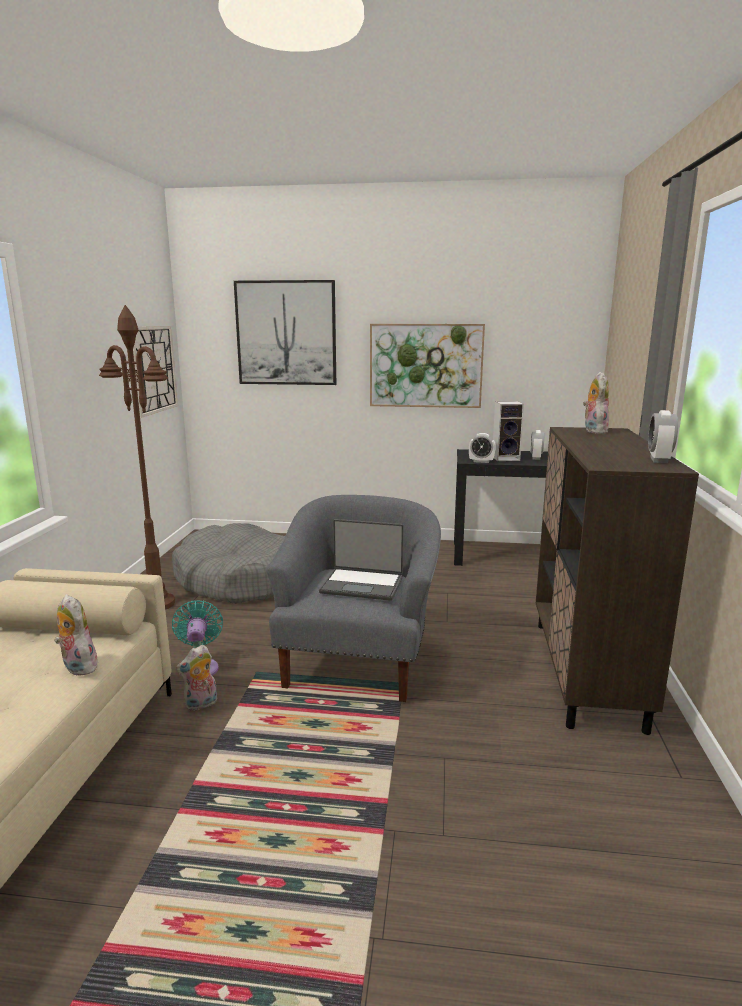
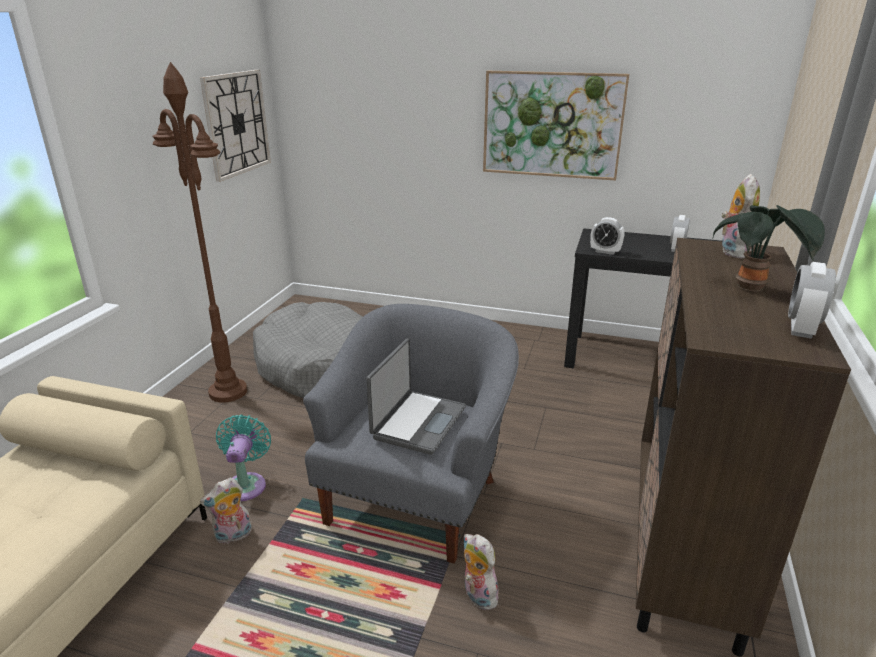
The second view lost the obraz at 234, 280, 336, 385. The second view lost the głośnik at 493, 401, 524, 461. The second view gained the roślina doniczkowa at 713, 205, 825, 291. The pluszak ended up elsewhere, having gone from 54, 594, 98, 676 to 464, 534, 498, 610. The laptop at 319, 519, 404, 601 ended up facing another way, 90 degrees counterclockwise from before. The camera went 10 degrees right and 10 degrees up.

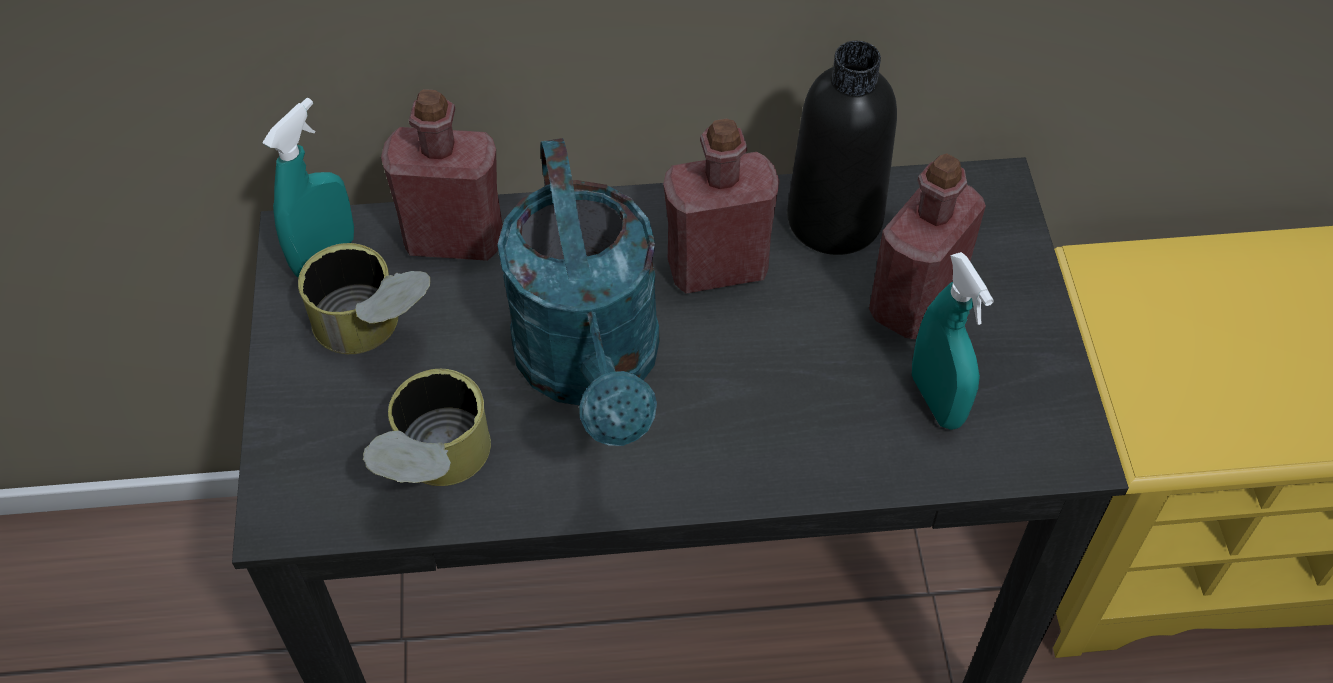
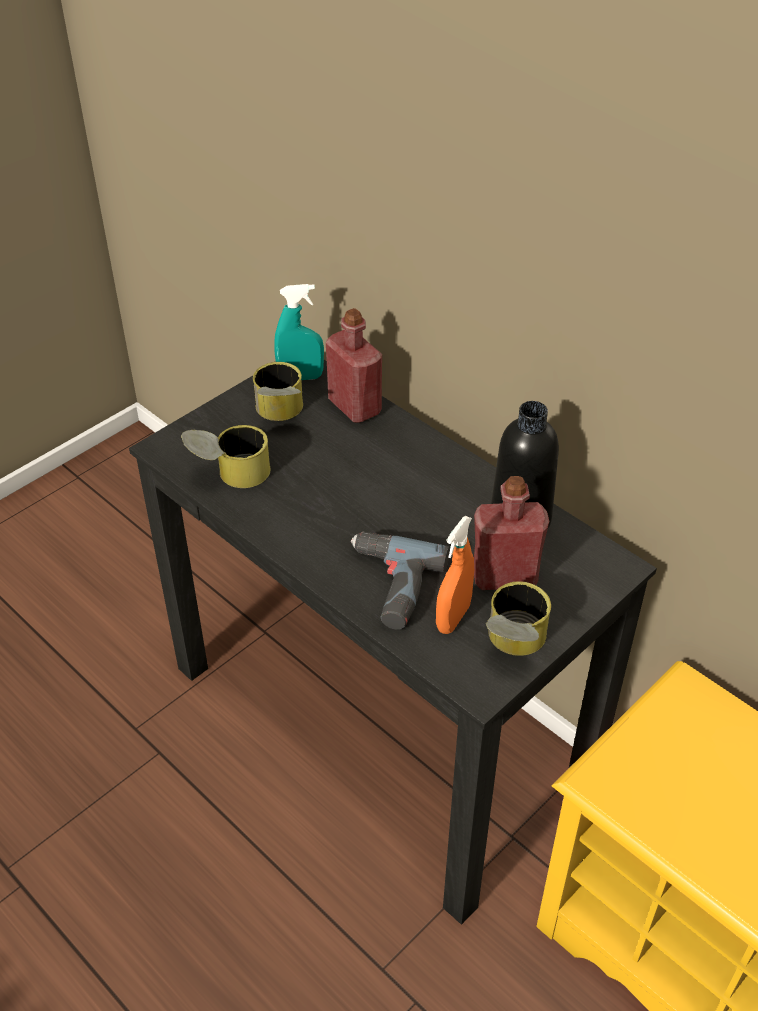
The second view lost the konewka [turkusowy] at 497, 138, 659, 446. The second view lost the butelka [czerwony] at 663, 119, 780, 294. The second view gained the wiertarka at 351, 531, 450, 629. The second view gained the puszka at 486, 581, 551, 656. What was the spryskiwacz [turkusowy] at 912, 252, 994, 430 turned into the spryskiwacz [pomarańczowy] at 436, 516, 474, 634. The camera went 50 degrees right and 10 degrees down.

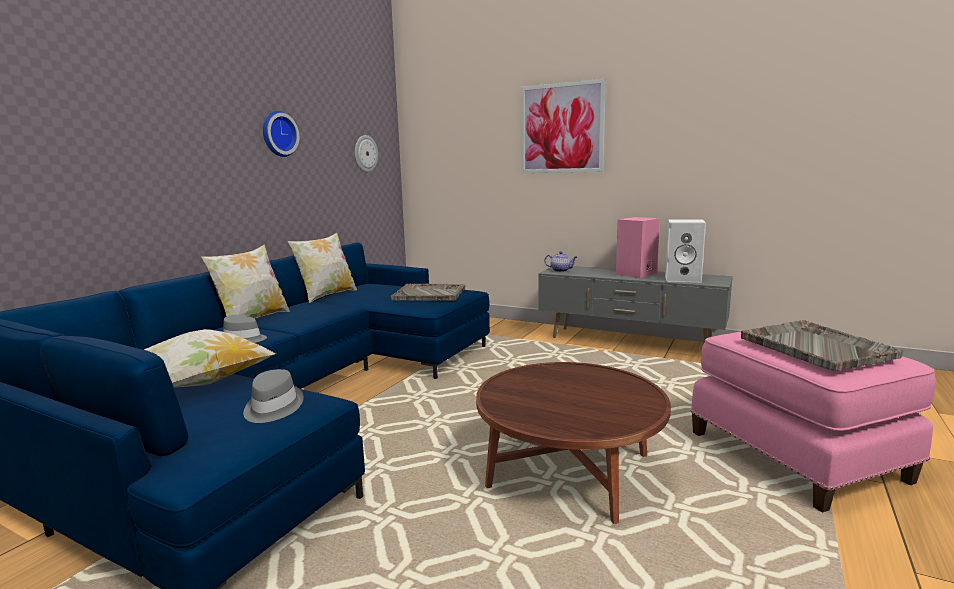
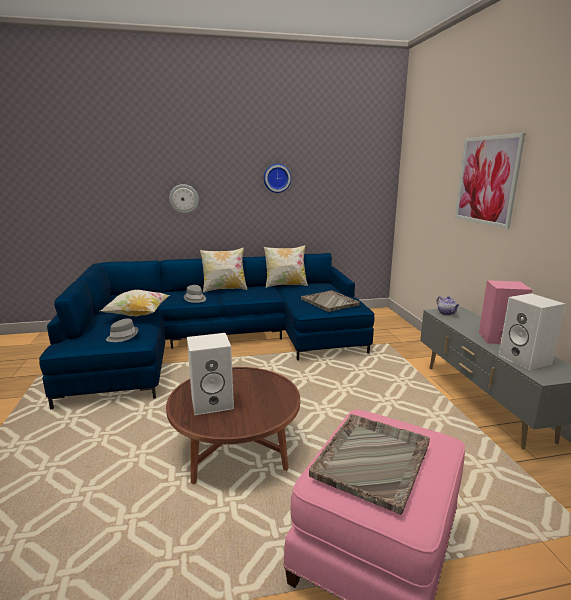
The second view gained the głośnik [biały] at 187, 333, 234, 415. The zegar ścienny ended up elsewhere, having gone from 355, 135, 378, 172 to 169, 184, 199, 214. The camera went 50 degrees right and 5 degrees up.

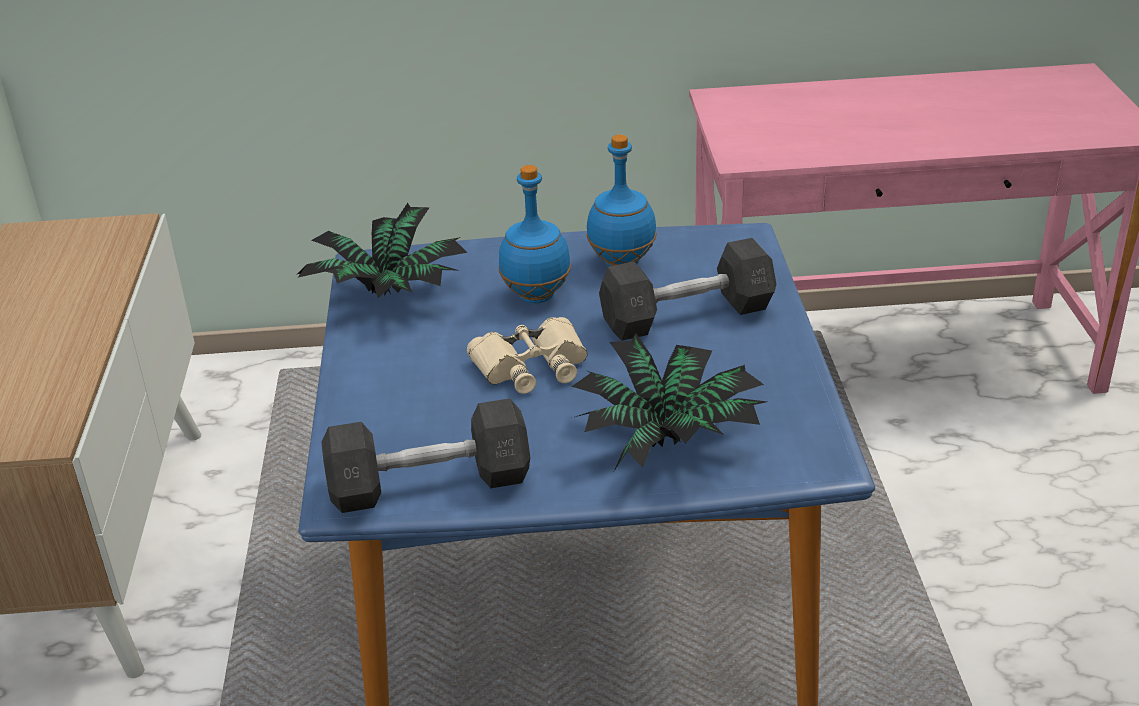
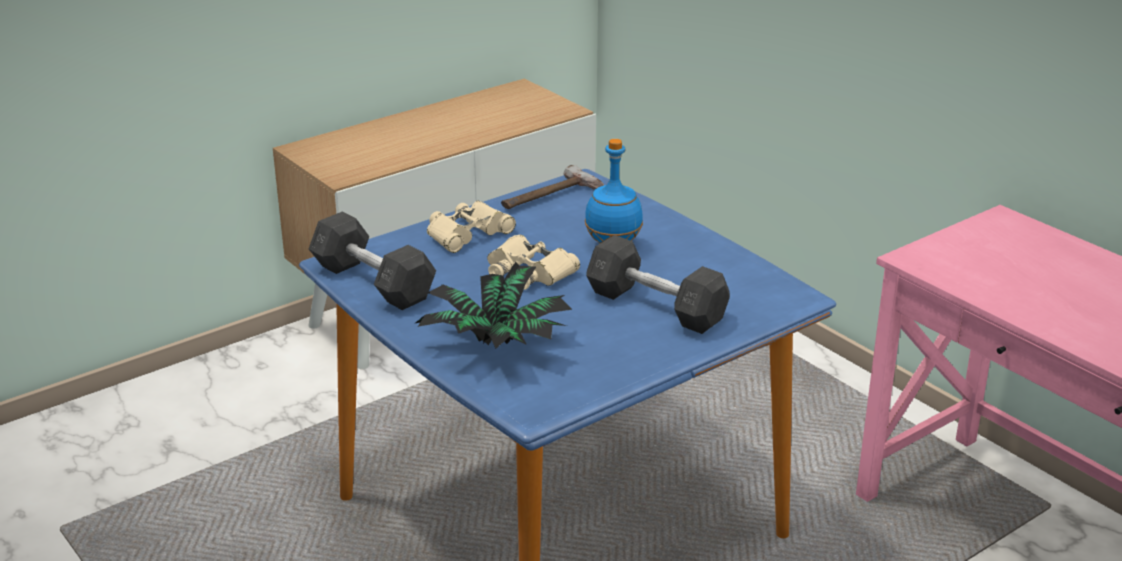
The second view lost the butelka [niebieski] at 586, 135, 657, 266. The second view gained the lornetka [beżowy] at 427, 201, 516, 253. Where the roślina doniczkowa stood at 298, 203, 467, 298, the młotek came to stand at 501, 165, 604, 209. The camera went 55 degrees right and 5 degrees down.

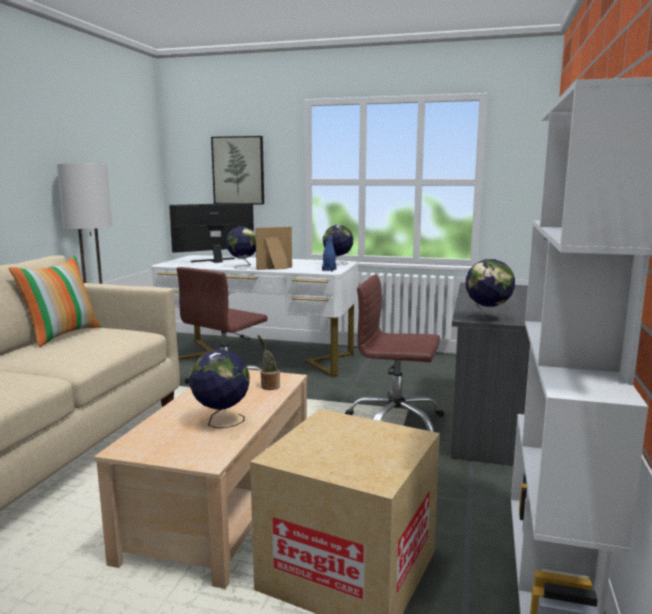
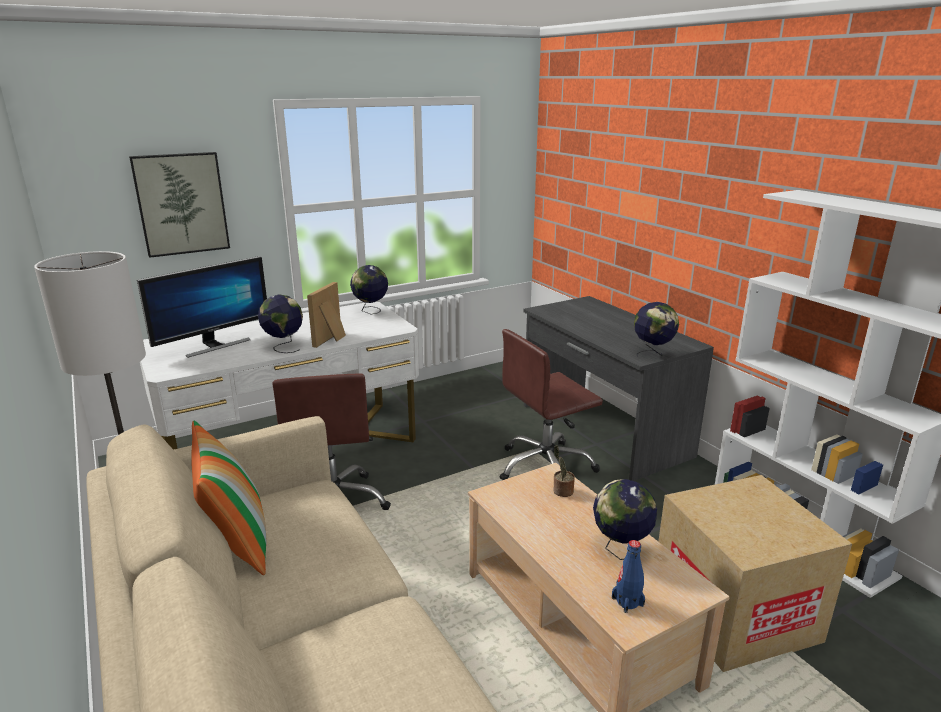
The butelka [niebieski] ended up elsewhere, having gone from 322, 235, 336, 271 to 612, 540, 645, 613. The monitor at 169, 203, 254, 263 ended up facing another way, 150 degrees counterclockwise from before. The camera went 45 degrees left and 10 degrees up.

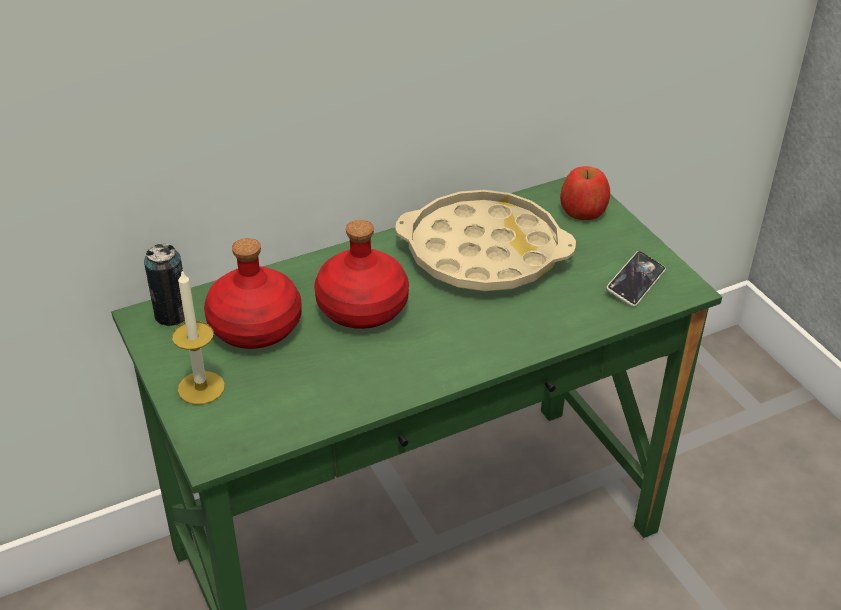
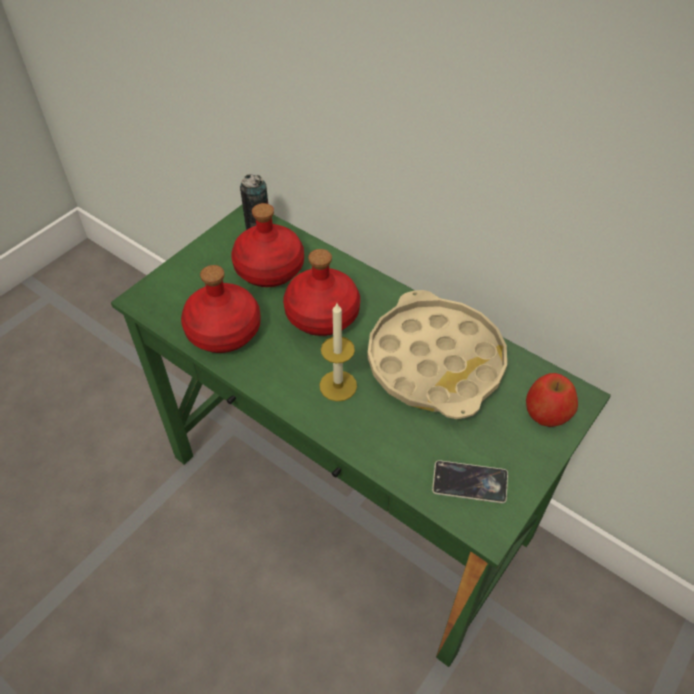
The second view gained the butelka [czerwony] at 181, 265, 261, 353. The świeca ended up elsewhere, having gone from 172, 271, 225, 405 to 319, 303, 357, 401. The camera went 65 degrees right and 10 degrees up.

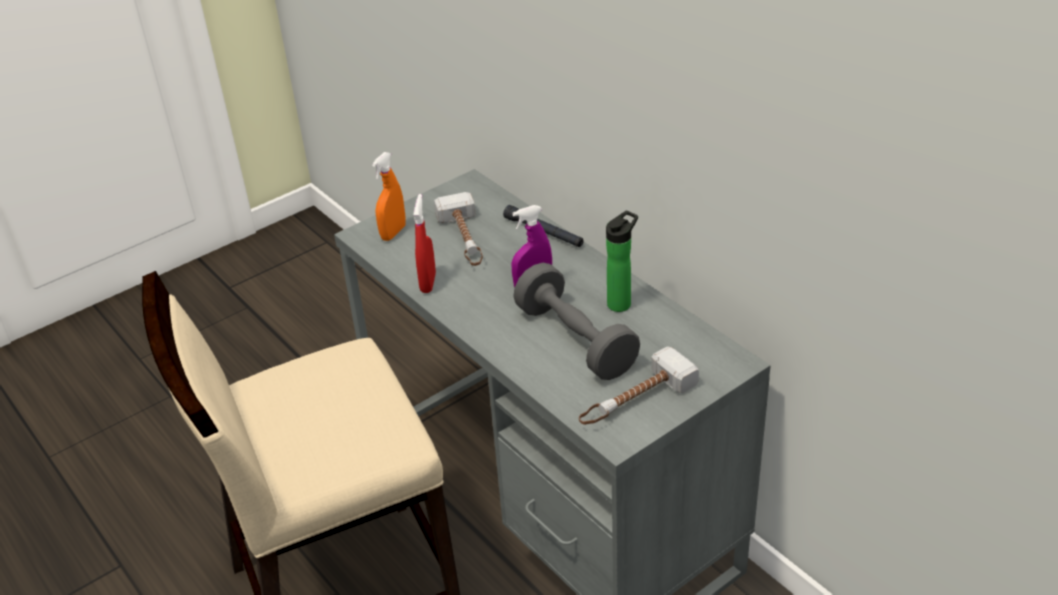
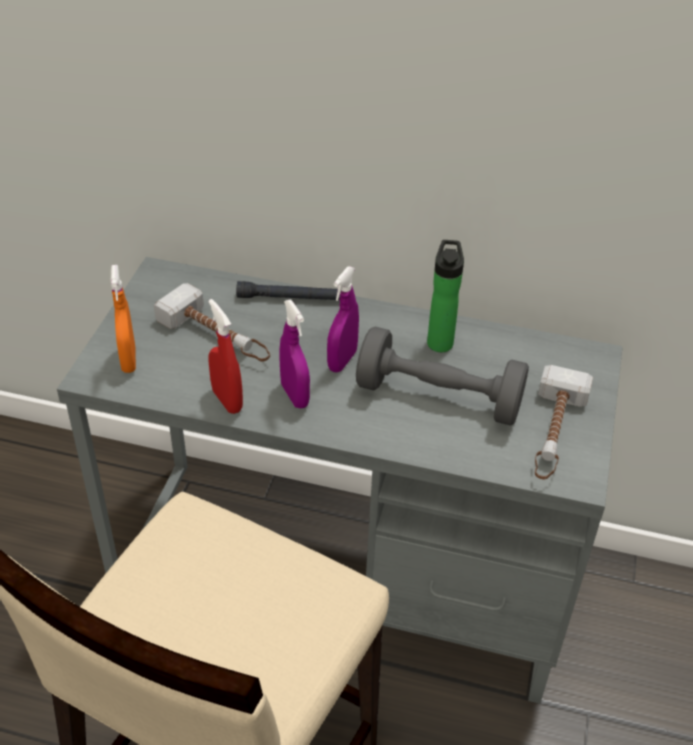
The second view gained the spryskiwacz [fioletowy] at 280, 300, 310, 408. The camera went 40 degrees left and 5 degrees up.

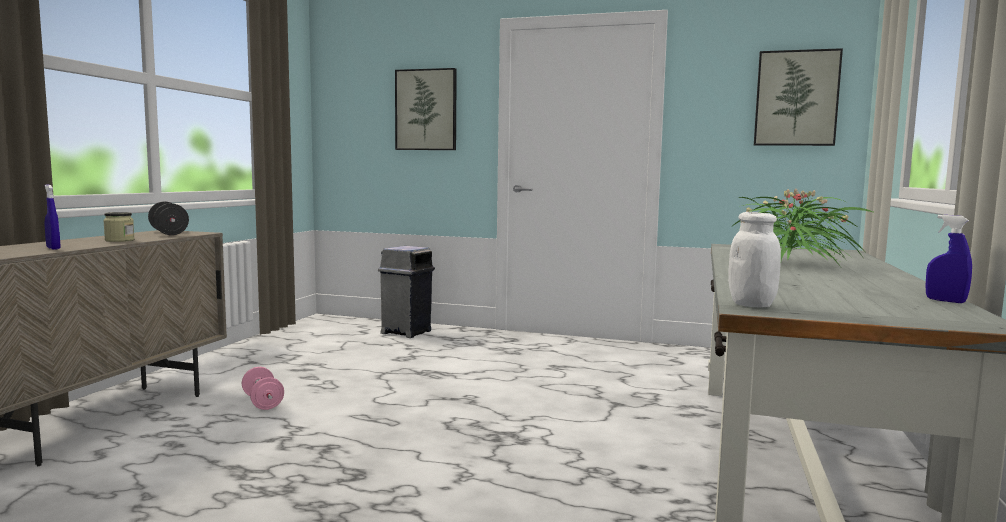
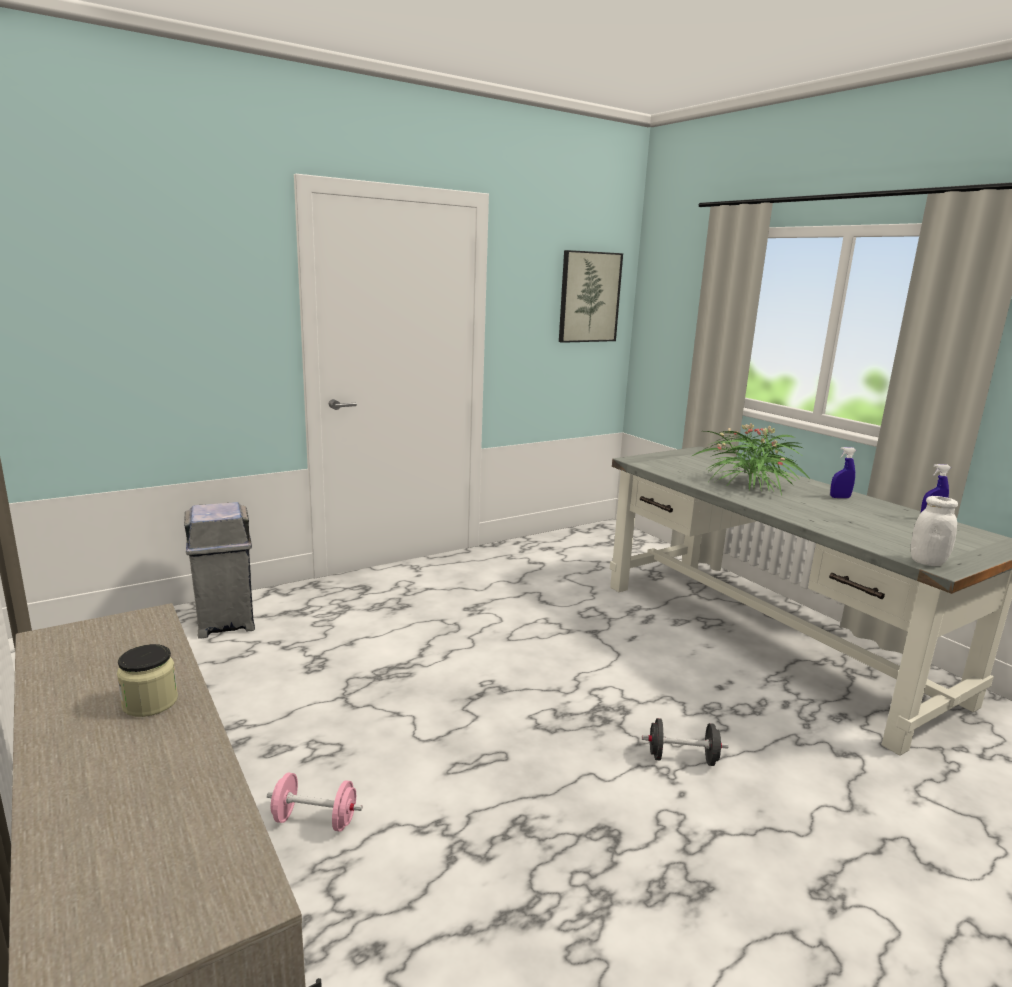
The second view lost the obraz at 395, 68, 457, 150. The spryskiwacz [niebieski] ended up elsewhere, having gone from 45, 184, 61, 250 to 830, 447, 857, 498. The hantel [czarny] ended up elsewhere, having gone from 148, 201, 189, 235 to 642, 718, 728, 766. The camera went 50 degrees left and 10 degrees up.

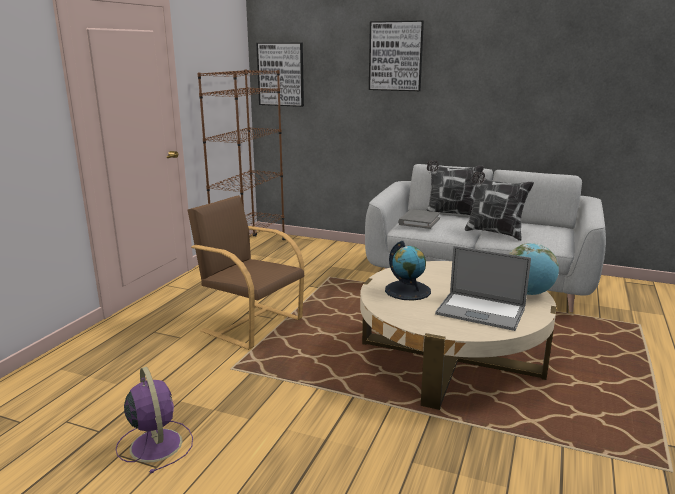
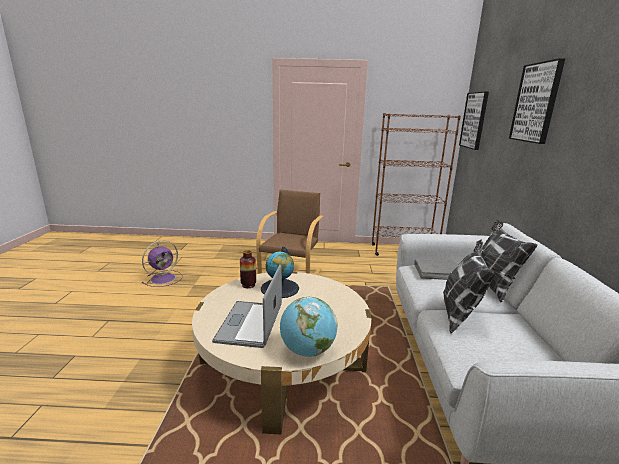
The second view gained the wazon at 240, 250, 256, 288. The camera went 70 degrees right and 0 degrees up.

